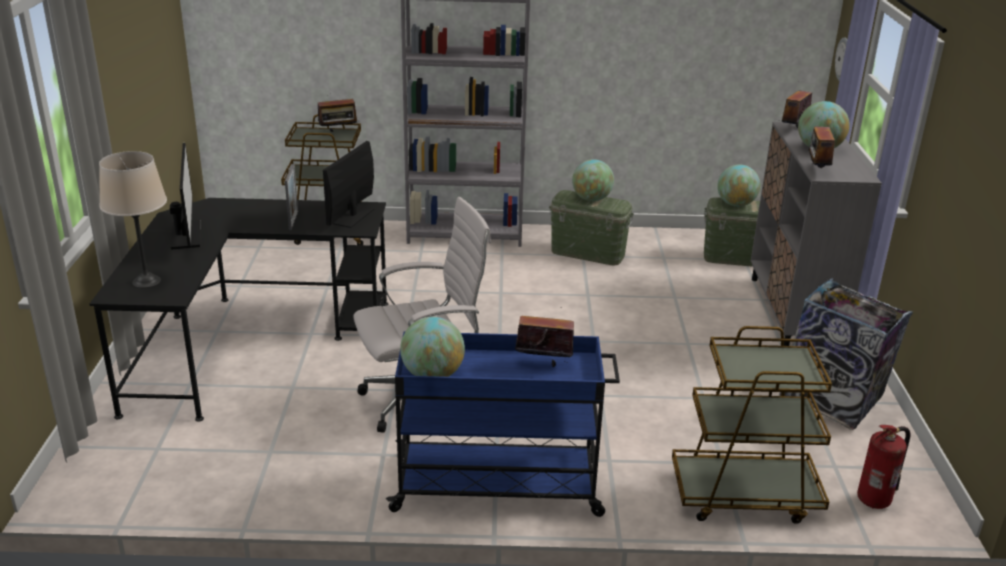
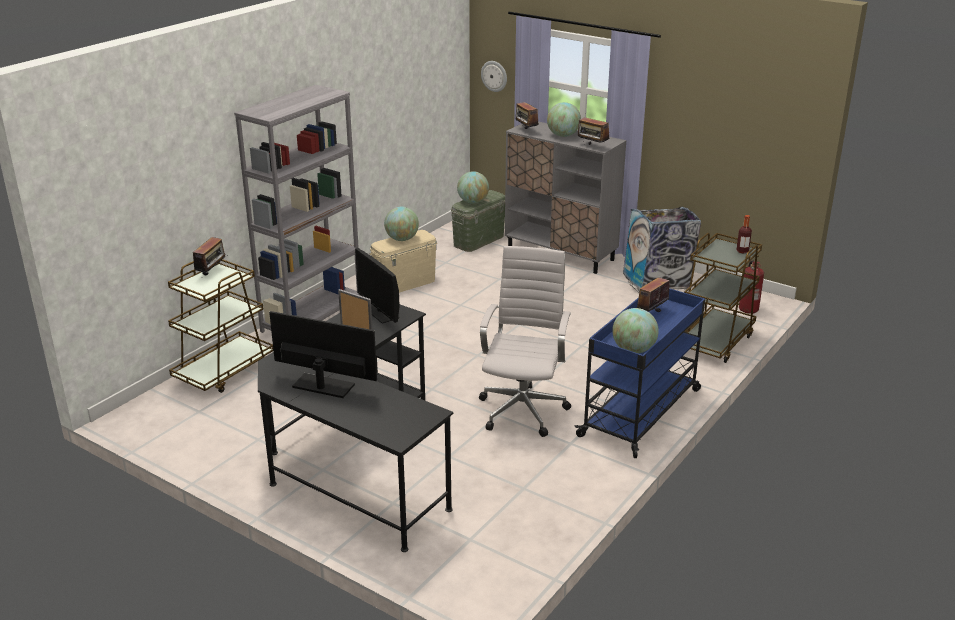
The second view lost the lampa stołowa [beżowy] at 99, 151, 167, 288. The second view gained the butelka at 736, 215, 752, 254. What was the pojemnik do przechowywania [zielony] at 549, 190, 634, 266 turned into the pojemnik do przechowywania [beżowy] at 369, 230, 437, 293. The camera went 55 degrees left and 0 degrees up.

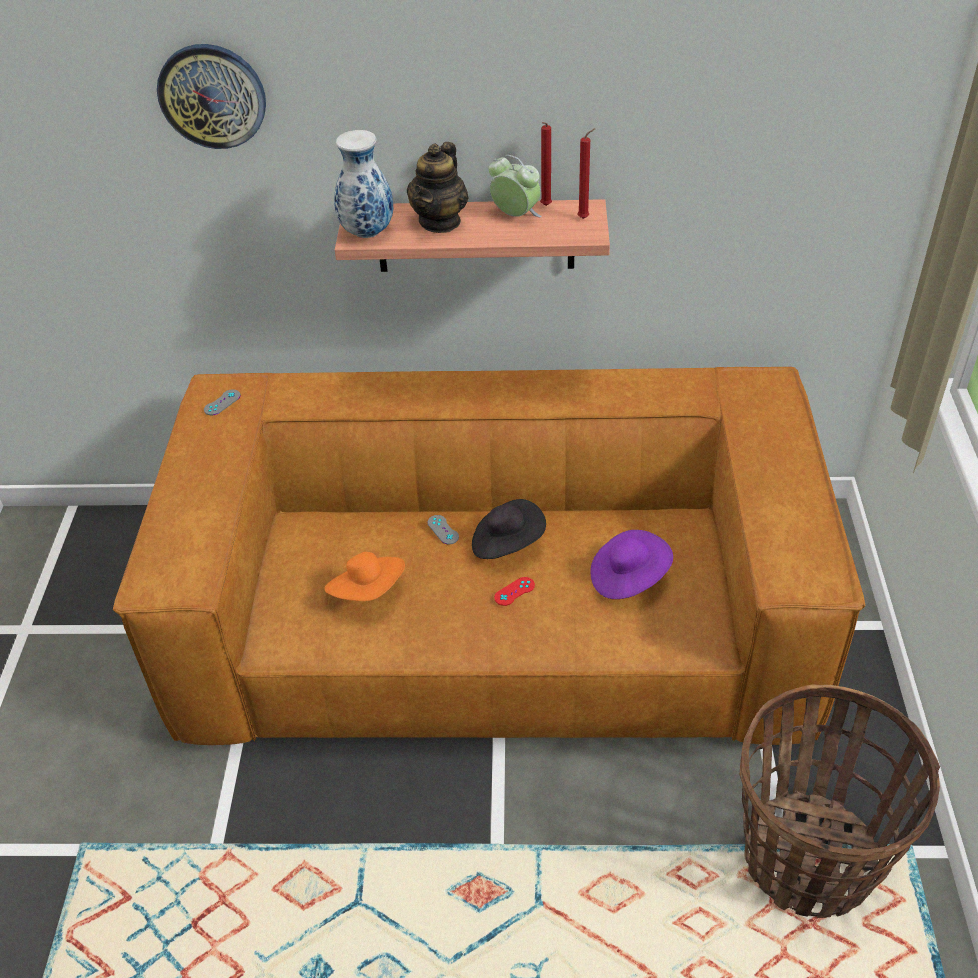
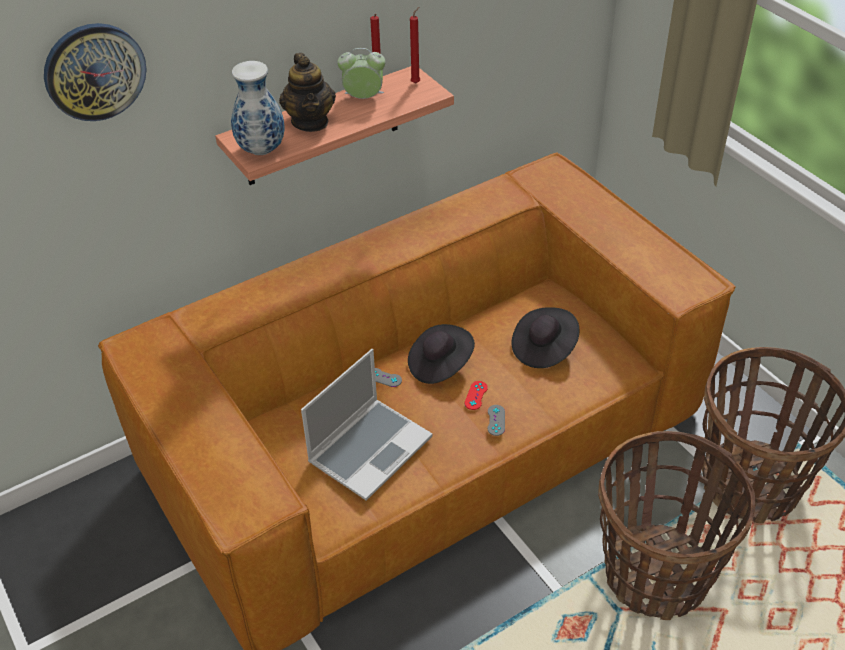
The second view gained the koszyk at 598, 431, 756, 620. The pad do gier [szary] ended up elsewhere, having gone from 204, 390, 241, 415 to 487, 405, 505, 436. Where the kapelusz [pomarańczowy] stood at 324, 552, 405, 601, the laptop came to stand at 301, 349, 433, 501. What was the kapelusz [fioletowy] at 591, 530, 673, 599 turned into the kapelusz [czarny] at 511, 307, 579, 368. The camera went 35 degrees left and 0 degrees up.

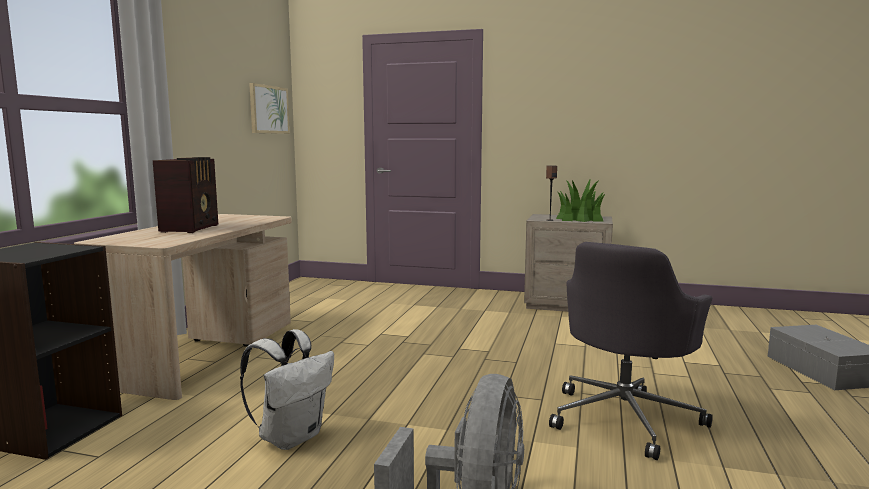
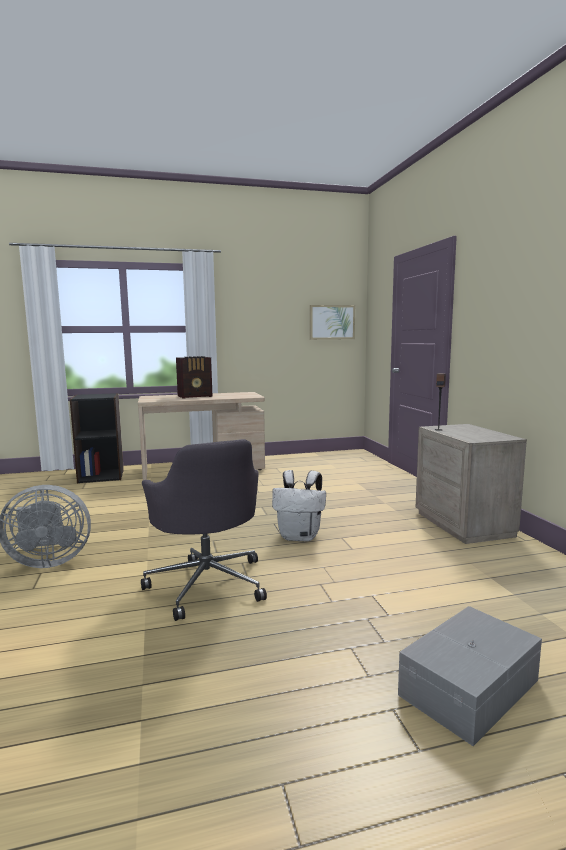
The second view lost the roślina doniczkowa at 556, 179, 606, 222. The plecak [biały] ended up elsewhere, having gone from 240, 329, 334, 450 to 272, 470, 326, 541. The krzesło biurowe [szary] at 549, 242, 713, 460 ended up facing another way, 120 degrees counterclockwise from before. The camera went 60 degrees right and 0 degrees up.

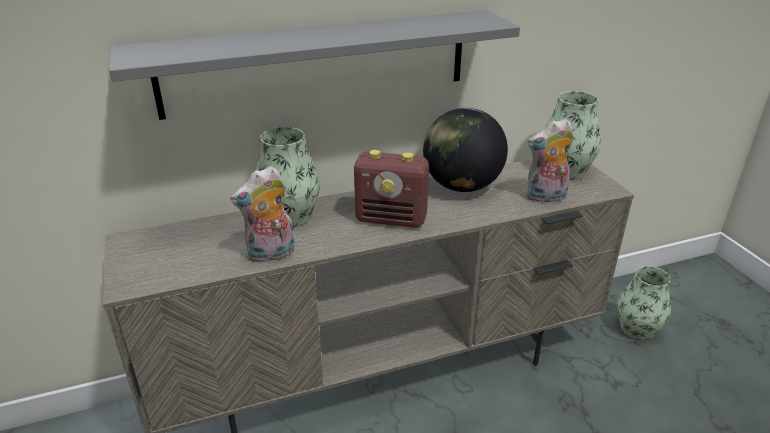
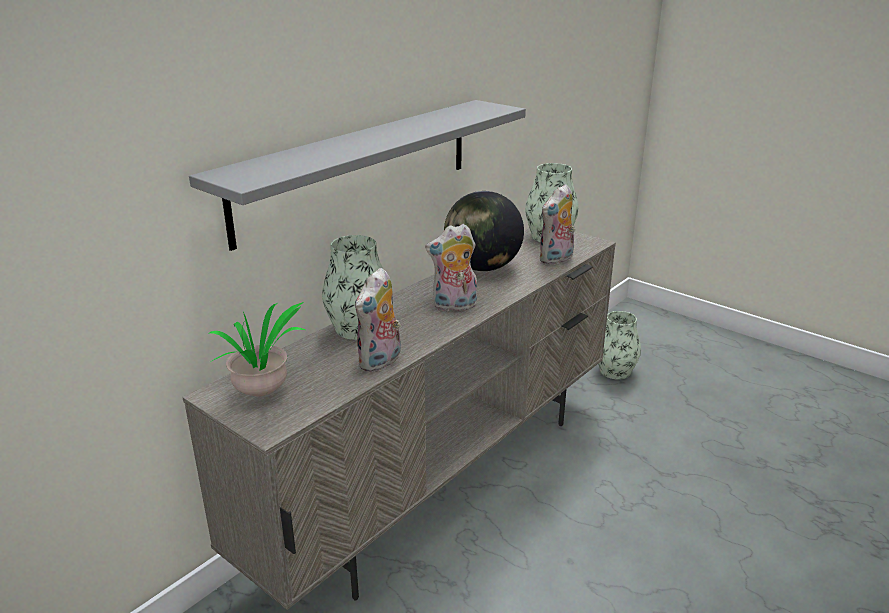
The second view gained the roślina doniczkowa at 208, 302, 305, 396. Where the radio stood at 354, 150, 429, 228, the pluszak came to stand at 425, 224, 477, 312. The camera went 30 degrees left and 5 degrees down.

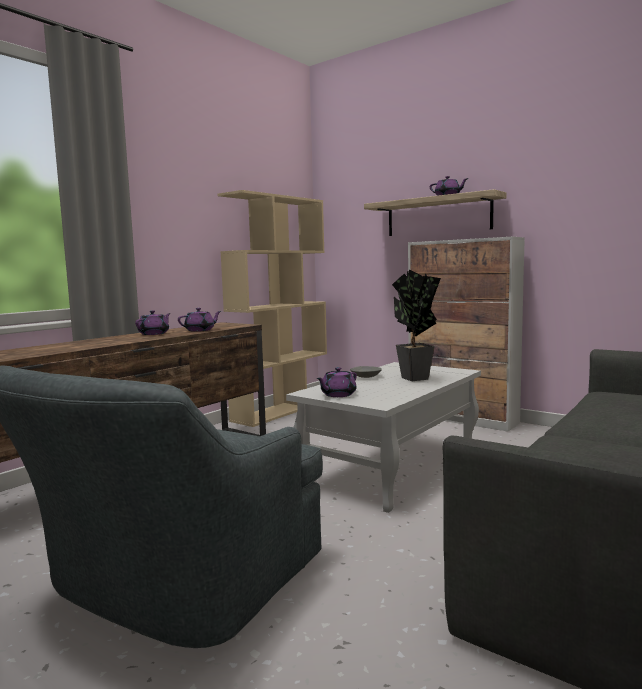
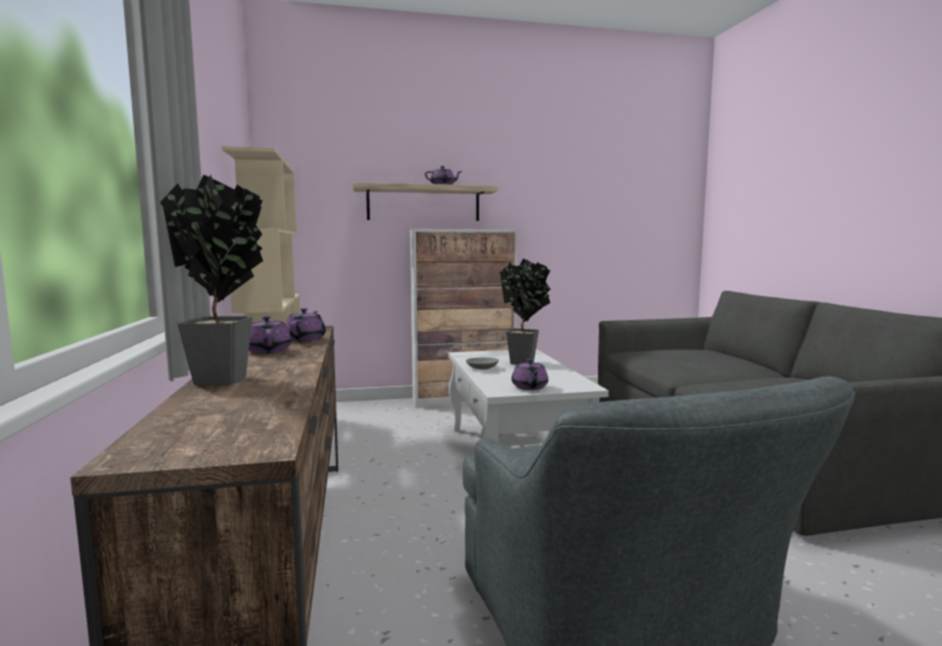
The second view gained the roślina doniczkowa at 160, 174, 263, 385. The camera went 50 degrees left and 0 degrees up.

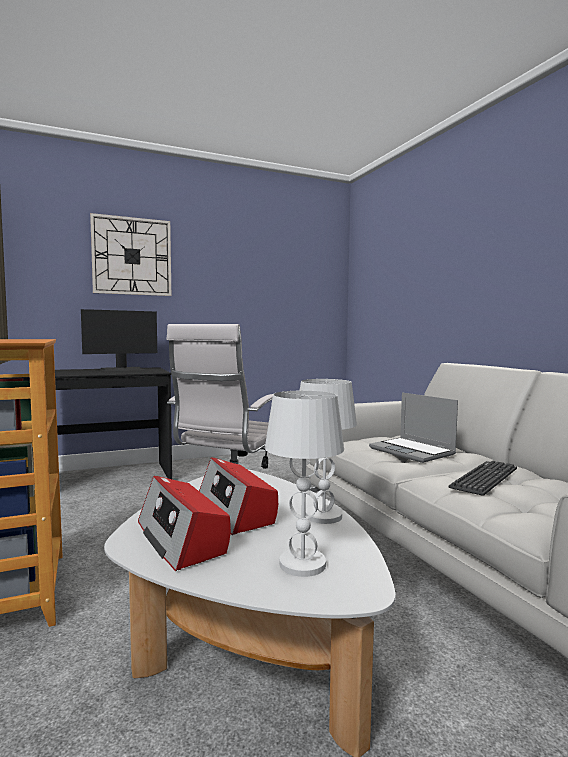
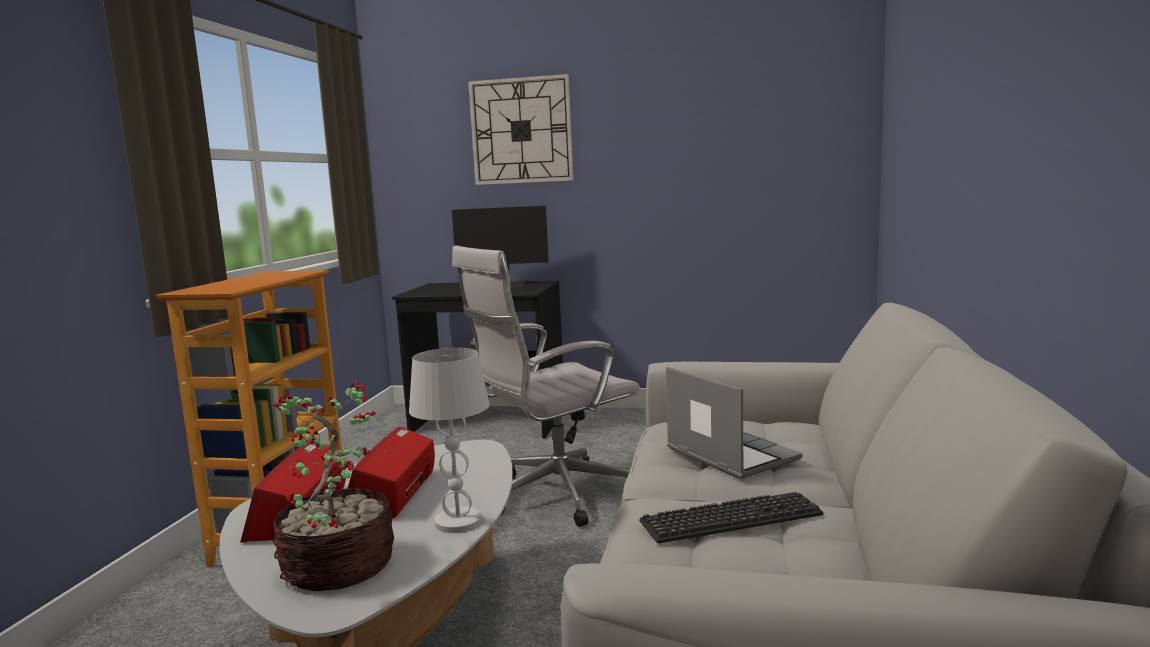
Where the lampa stołowa [biały] stood at 265, 391, 344, 577, the roślina doniczkowa came to stand at 272, 380, 394, 591. The laptop at 369, 392, 458, 463 ended up facing another way, 150 degrees clockwise from before. The camera went 35 degrees right and 5 degrees up.

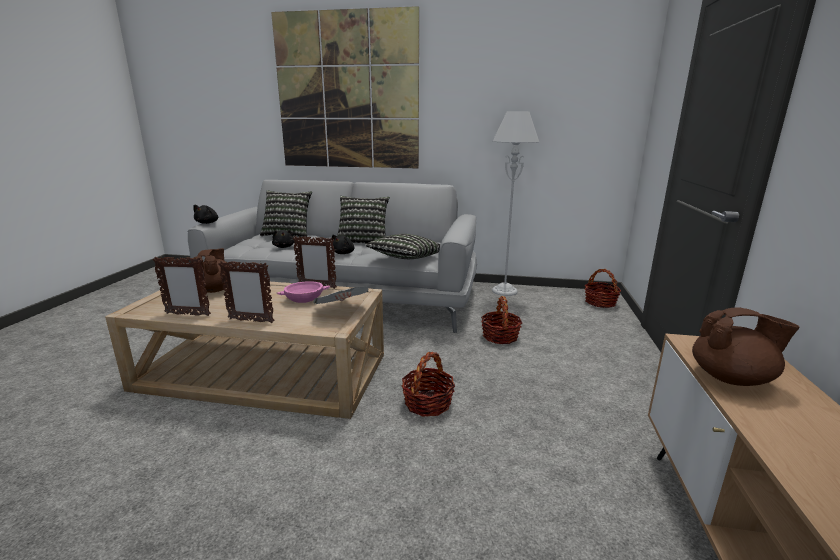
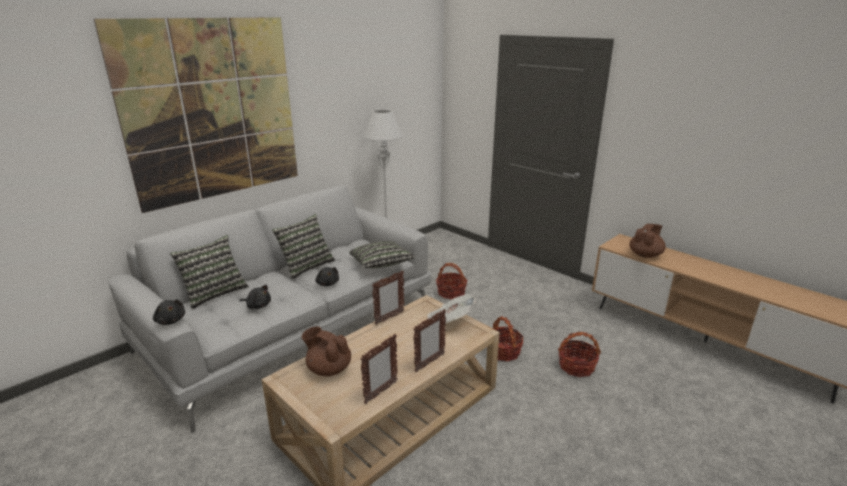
The second view lost the miska [różowy] at 277, 281, 330, 303. The koszyk ended up elsewhere, having gone from 585, 269, 621, 308 to 558, 332, 601, 377. The camera went 55 degrees left and 5 degrees up.

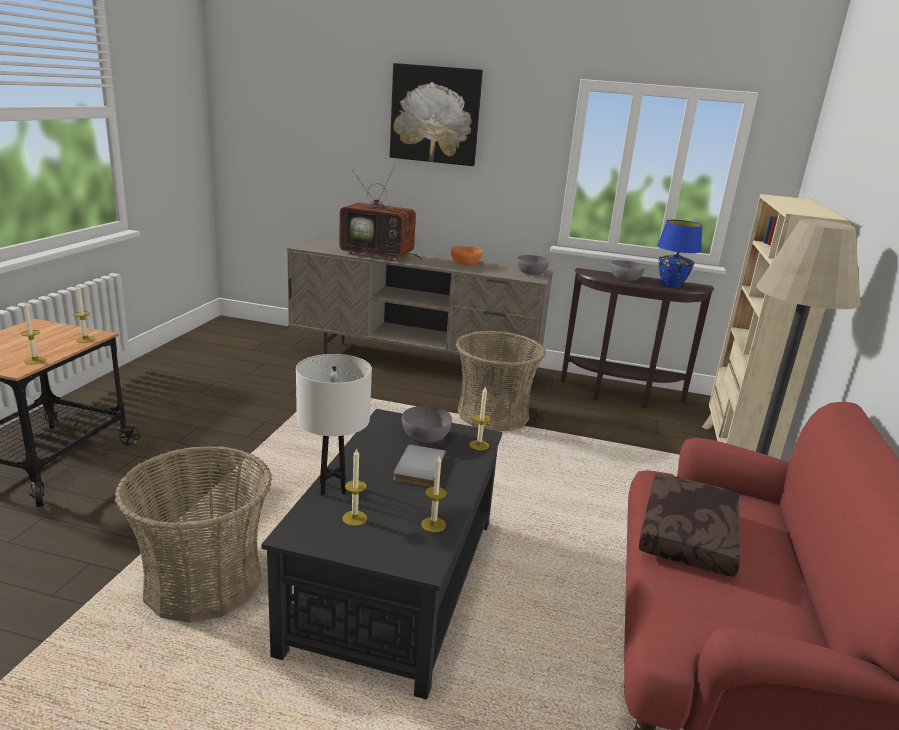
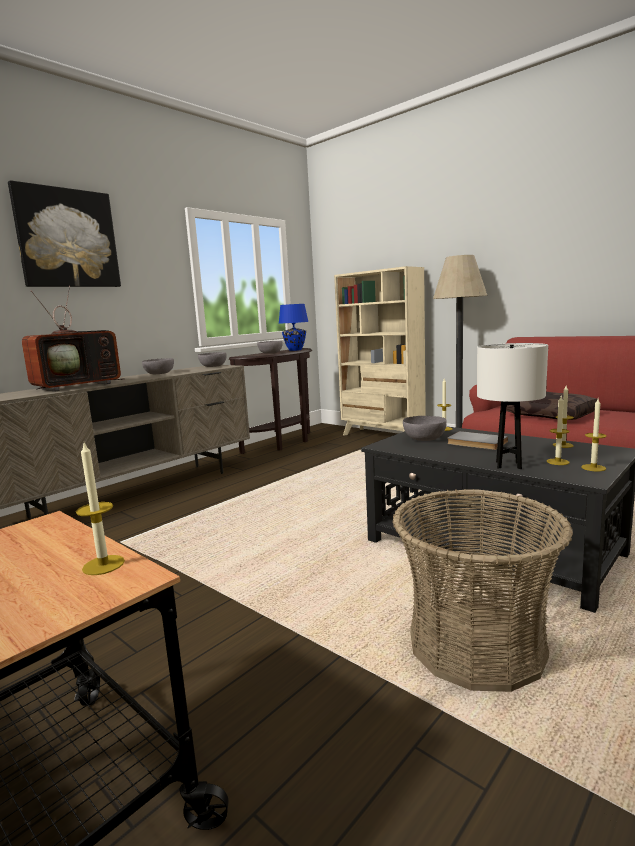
The second view lost the koszyk at 455, 331, 546, 431. The świeca ended up elsewhere, having gone from 73, 285, 95, 343 to 581, 399, 607, 471. What was the miska [pomarańczowy] at 451, 246, 483, 265 turned into the miska [szary] at 142, 358, 174, 374. The camera went 60 degrees left and 10 degrees down.

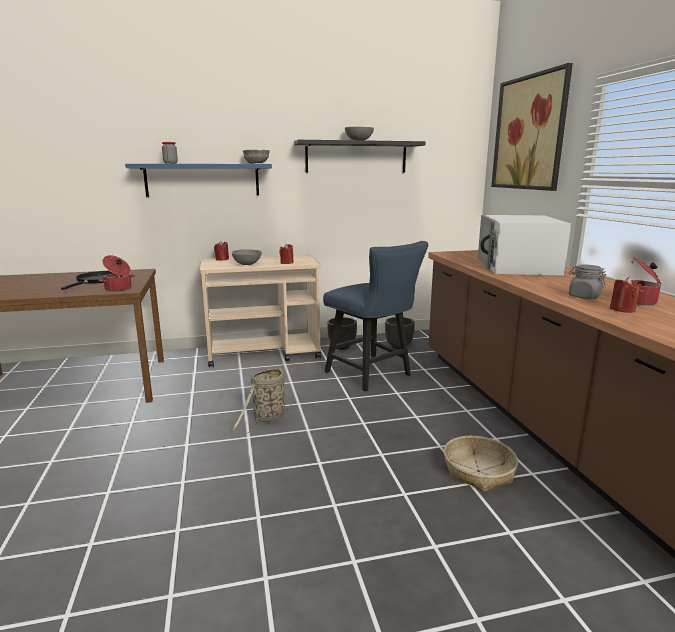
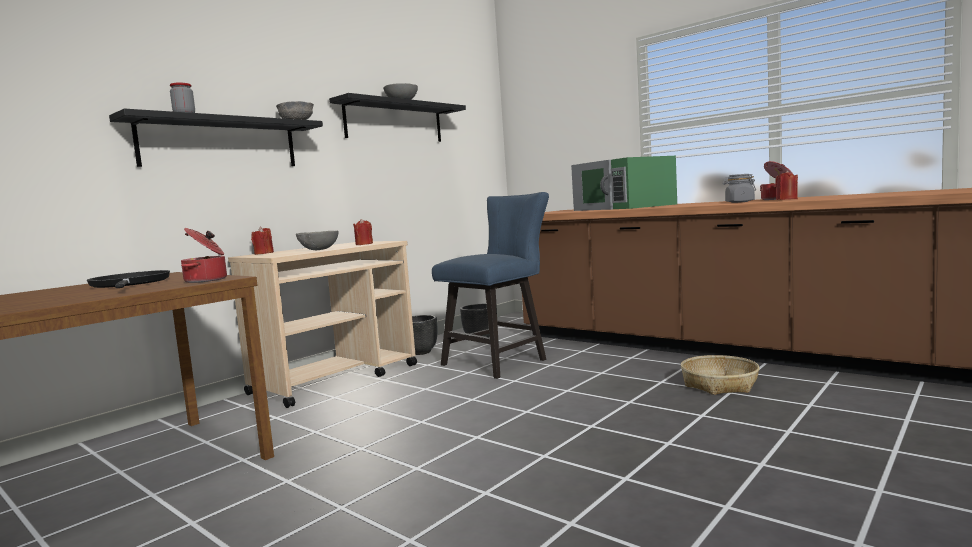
The second view lost the koszyk at 233, 367, 292, 435. The second view lost the obraz at 491, 63, 573, 191. What was the półka [niebieski] at 125, 164, 272, 197 turned into the półka [czarny] at 109, 109, 323, 167. What was the mikrofalówka [biały] at 478, 215, 571, 275 turned into the mikrofalówka [zielony] at 571, 156, 677, 211. The krzesło [niebieski] at 323, 241, 428, 391 ended up facing another way, 60 degrees counterclockwise from before. The camera went 35 degrees left and 10 degrees down.

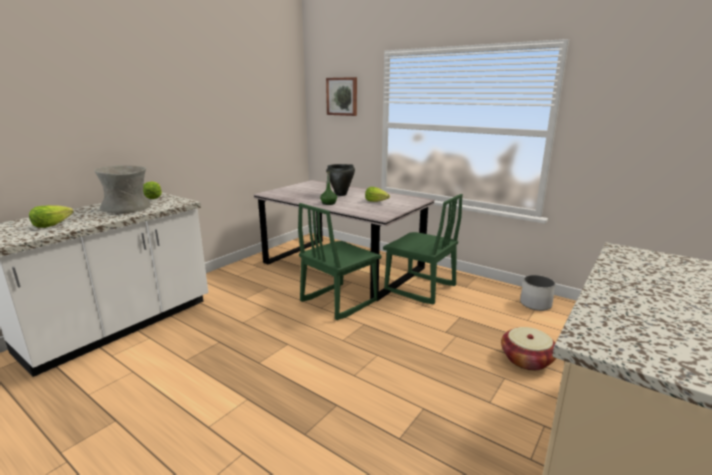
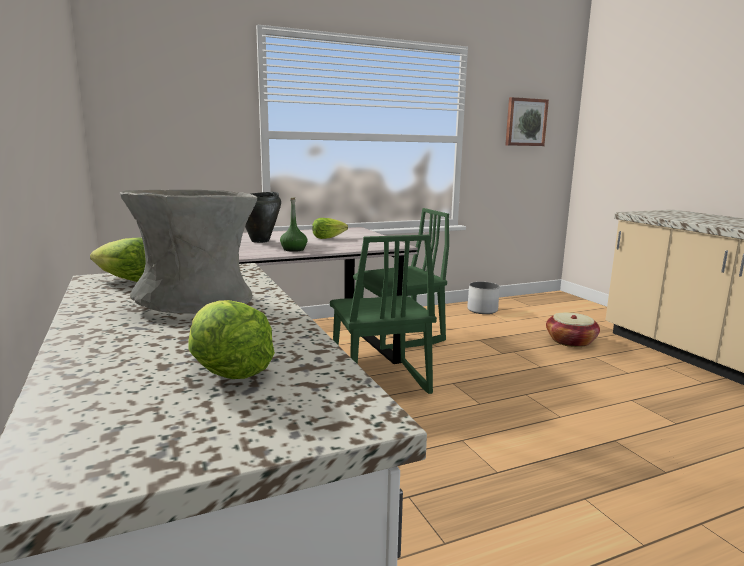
The obraz ended up elsewhere, having gone from 326, 77, 357, 116 to 505, 97, 549, 146. The camera went 60 degrees left and 5 degrees down.

